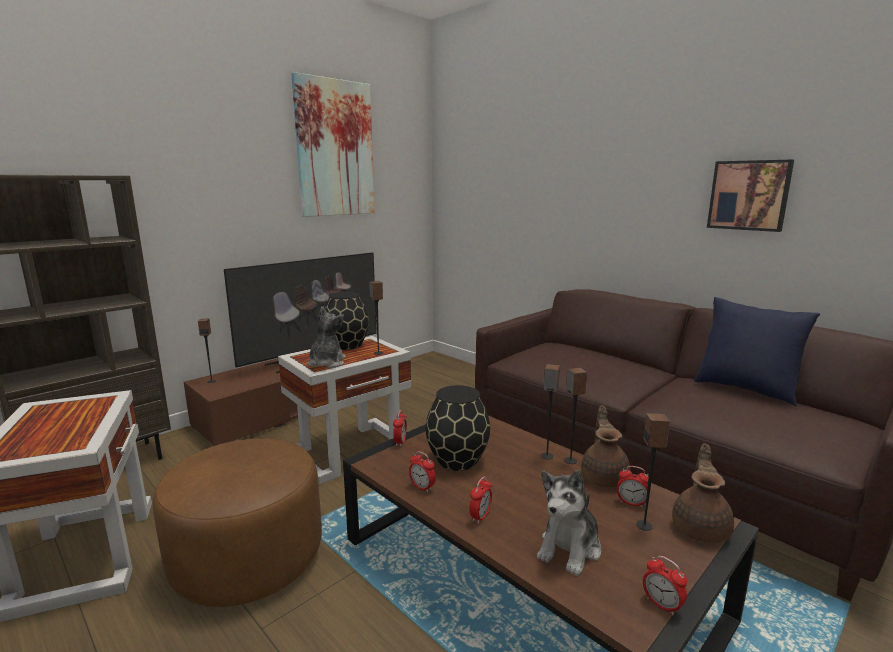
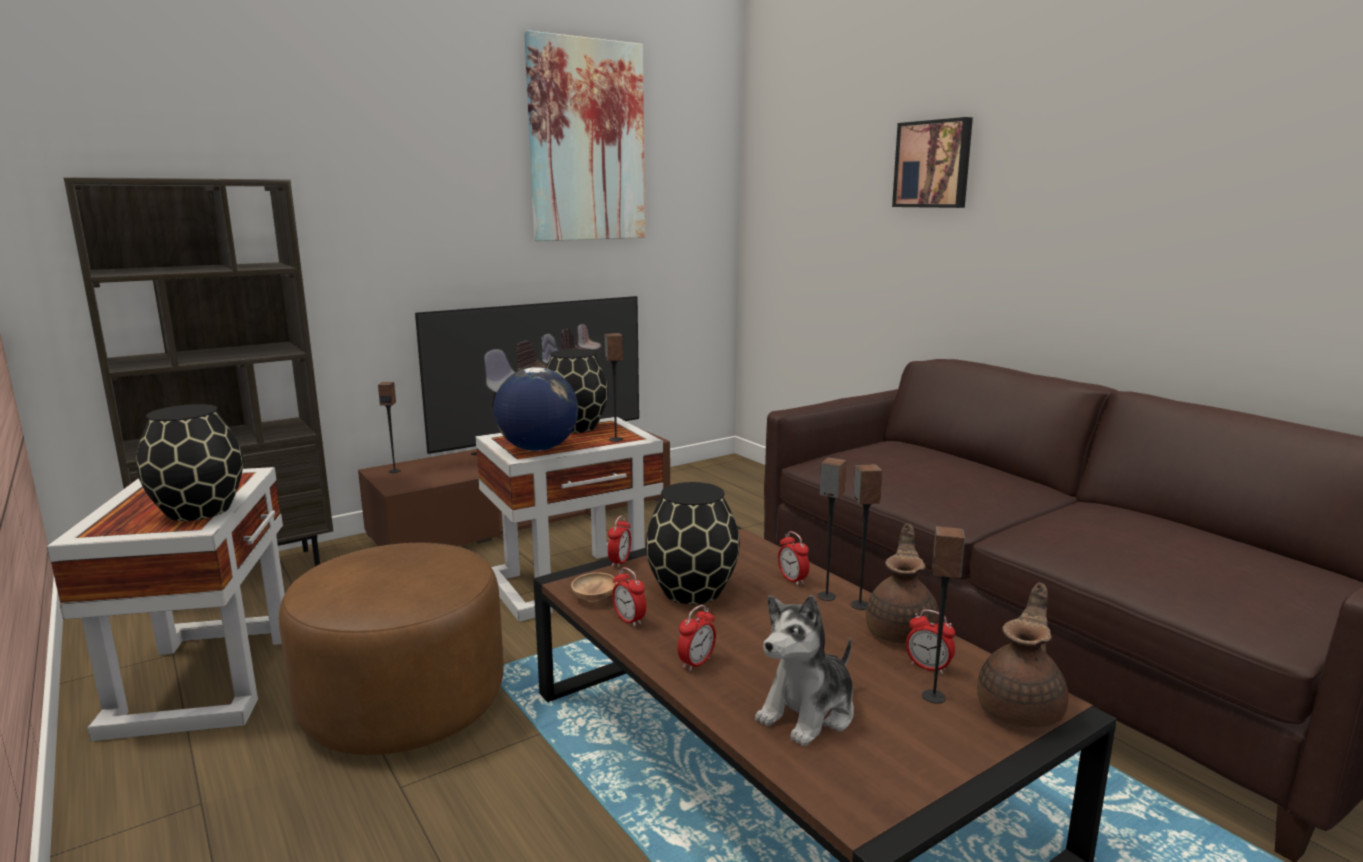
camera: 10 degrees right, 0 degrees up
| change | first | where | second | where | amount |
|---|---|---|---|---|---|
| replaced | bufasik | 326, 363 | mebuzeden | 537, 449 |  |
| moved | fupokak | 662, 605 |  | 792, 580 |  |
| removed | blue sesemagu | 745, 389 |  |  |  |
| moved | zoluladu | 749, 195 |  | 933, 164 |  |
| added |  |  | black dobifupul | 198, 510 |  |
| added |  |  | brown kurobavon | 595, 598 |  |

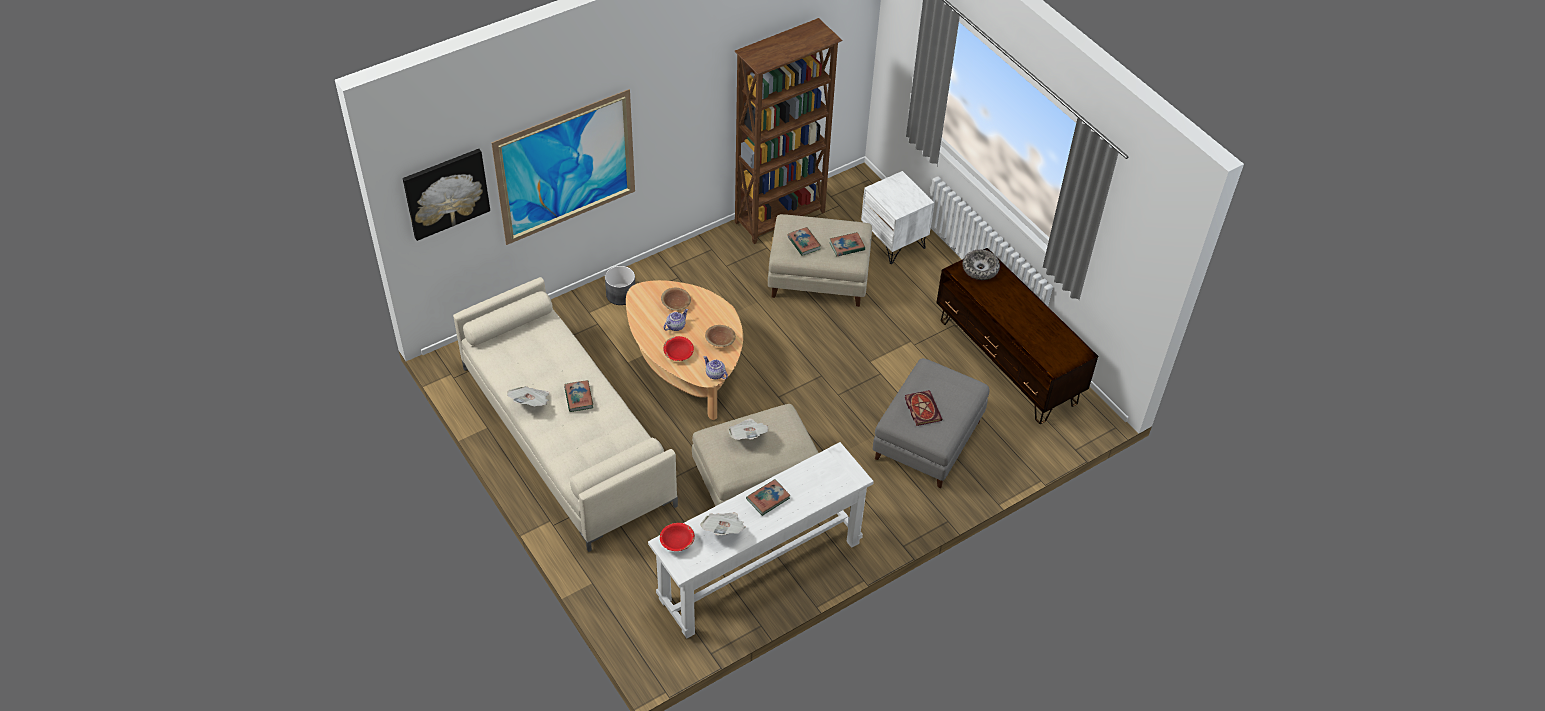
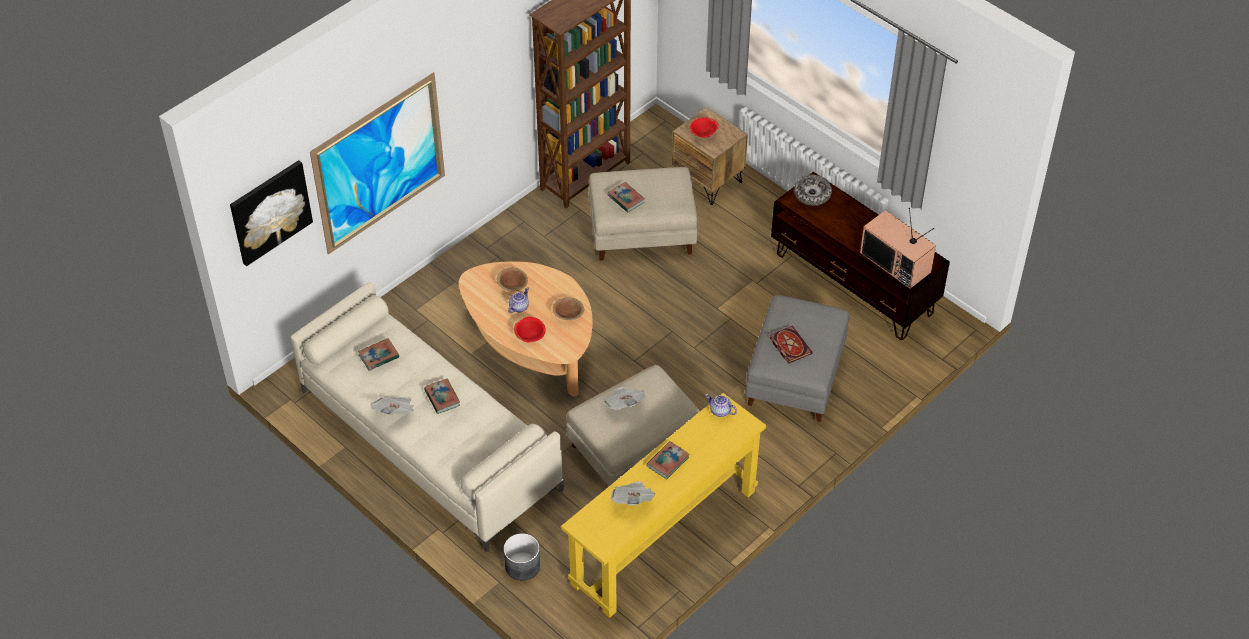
camera: 10 degrees left, 0 degrees up
| change | first | where | second | where | amount |
|---|---|---|---|---|---|
| moved | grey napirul | 620, 294 |  | 522, 565 |  |
| recoloured | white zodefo | 760, 570 | yellow zodefo | 664, 537 |  |
| moved | red kurobavon | 677, 542 |  | 704, 133 |  |
| moved | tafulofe | 714, 374 |  | 720, 411 |  |
| moved | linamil | 847, 246 |  | 379, 356 |  |
| recoloured | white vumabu | 894, 241 | brown vumabu | 708, 180 |  |
| added |  |  | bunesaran | 897, 262 |  |

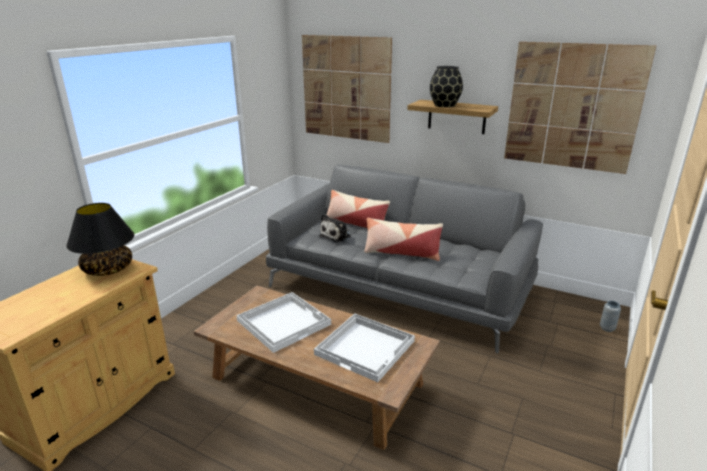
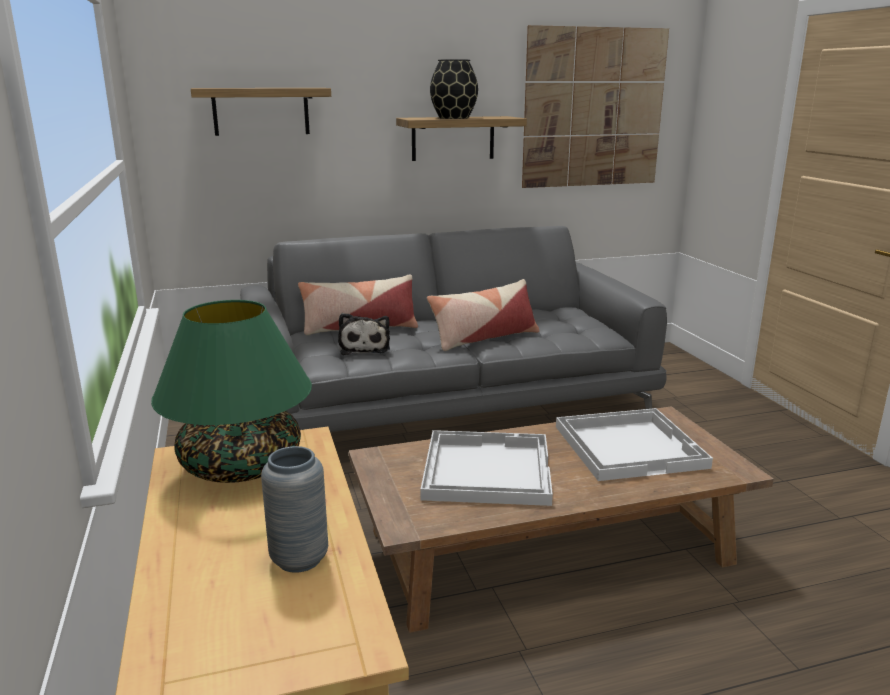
camera: 45 degrees left, 5 degrees down
| change | first | where | second | where | amount |
|---|---|---|---|---|---|
| recoloured | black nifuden | 108, 269 | green nifuden | 242, 465 |  |
| replaced | zoluladu | 346, 88 | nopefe | 261, 111 |  |
| moved | grey dobifupul | 607, 328 |  | 299, 559 |  |

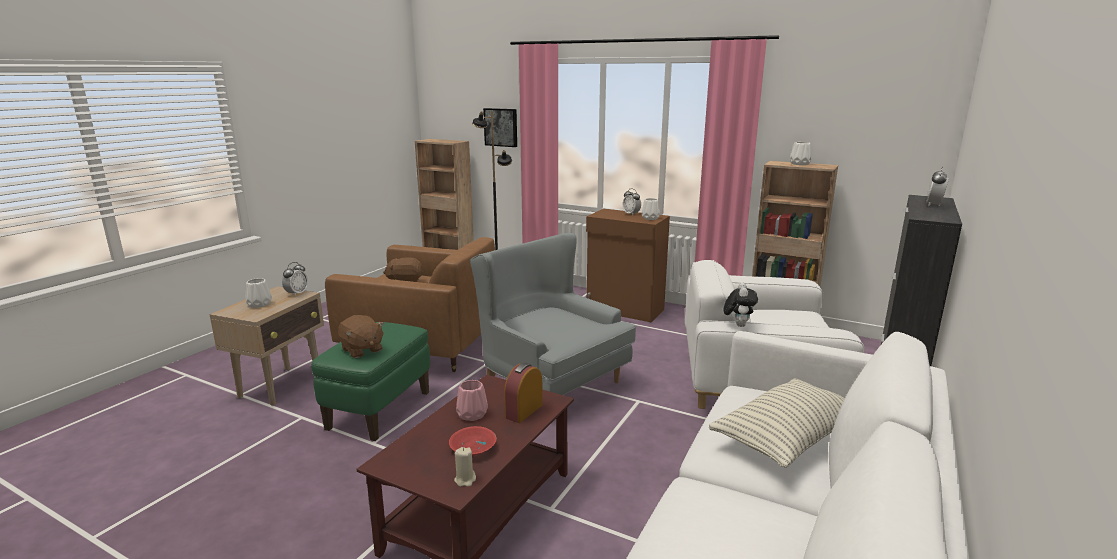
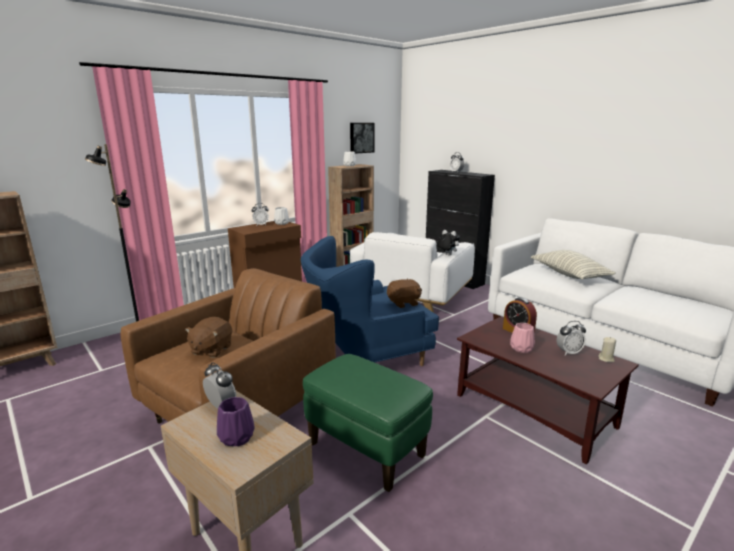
camera: 70 degrees left, 0 degrees up
| change | first | where | second | where | amount |
|---|---|---|---|---|---|
| recoloured | white dobifupul | 259, 304 | purple dobifupul | 237, 437 |  |
| moved | brown bufasik | 362, 350 |  | 404, 303 |  |
| replaced | red kurobavon | 474, 449 | fupokak | 568, 352 |  |
| recoloured | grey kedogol | 549, 381 | blue kedogol | 366, 356 |  |
| moved | zoluladu | 501, 127 |  | 361, 137 |  |

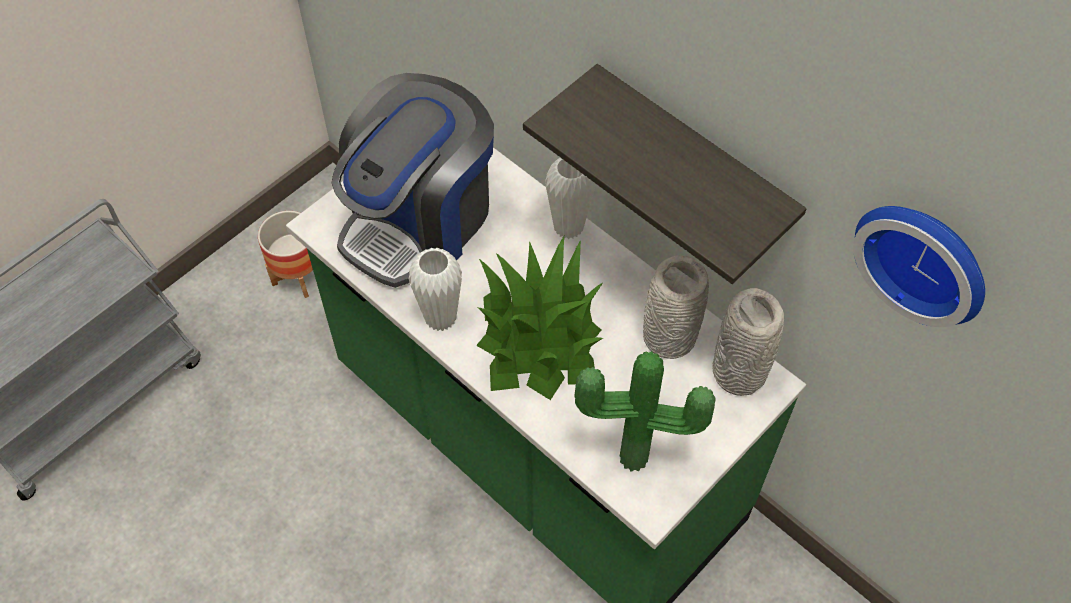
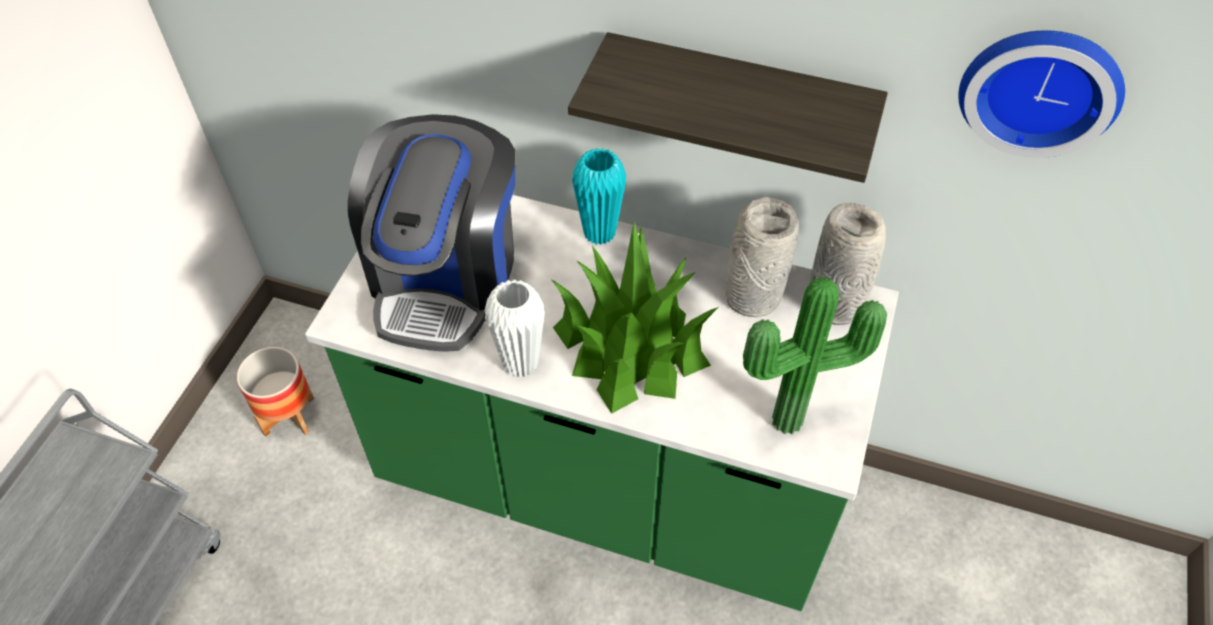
camera: 25 degrees left, 5 degrees down
| change | first | where | second | where | amount |
|---|---|---|---|---|---|
| recoloured | white dobifupul | 568, 227 | turquoise dobifupul | 599, 233 |  |

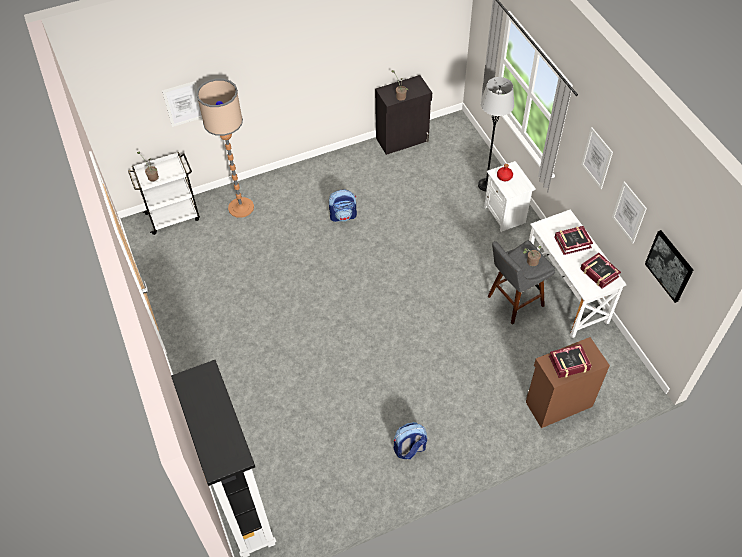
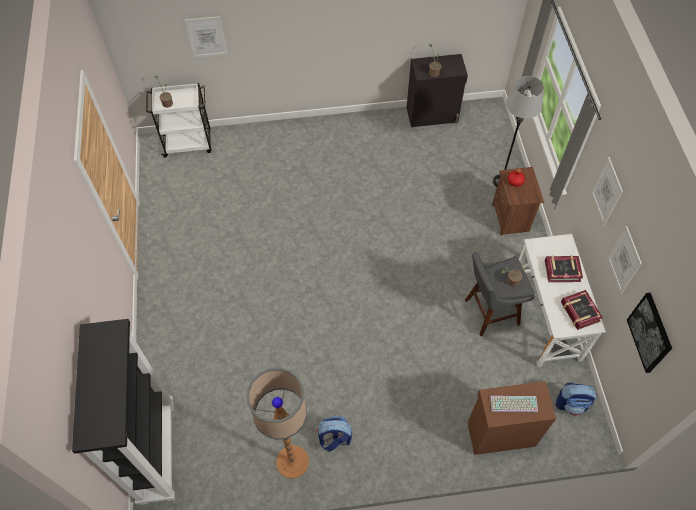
camera: 15 degrees right, 5 degrees up
| change | first | where | second | where | amount |
|---|---|---|---|---|---|
| moved | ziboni | 241, 207 |  | 292, 461 |  |
| moved | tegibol | 343, 216 |  | 571, 404 |  |
| recoloured | white vumabu | 505, 215 | brown vumabu | 511, 218 |  |
| replaced | linamil | 569, 363 | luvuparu | 513, 405 |  |

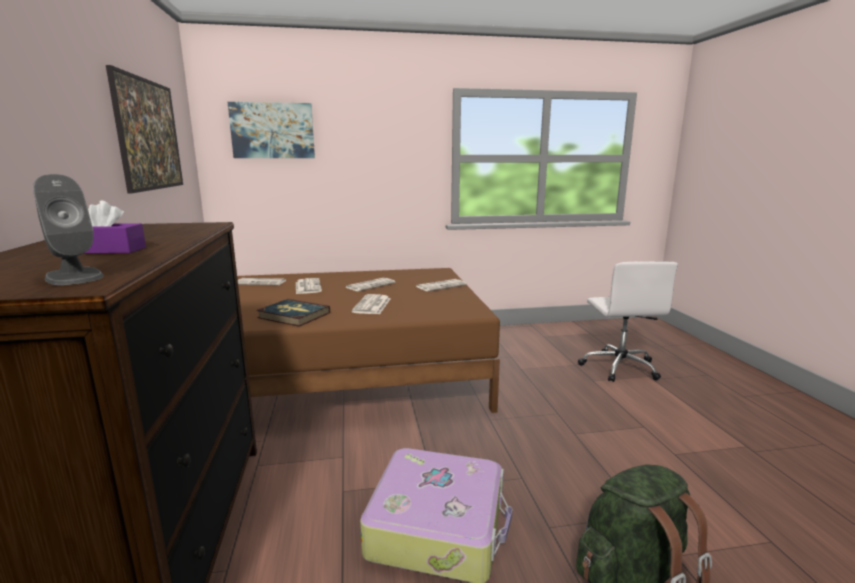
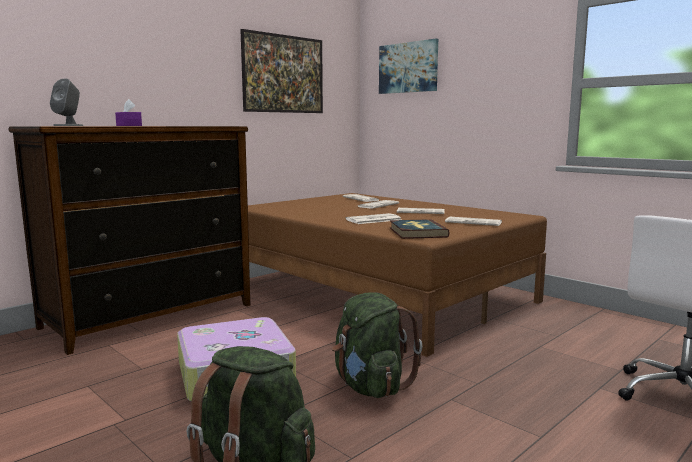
camera: 55 degrees right, 5 degrees down
| change | first | where | second | where | amount |
|---|---|---|---|---|---|
| moved | linamil | 293, 315 |  | 417, 232 |  |
| added |  |  | green tegibol | 370, 386 |  |

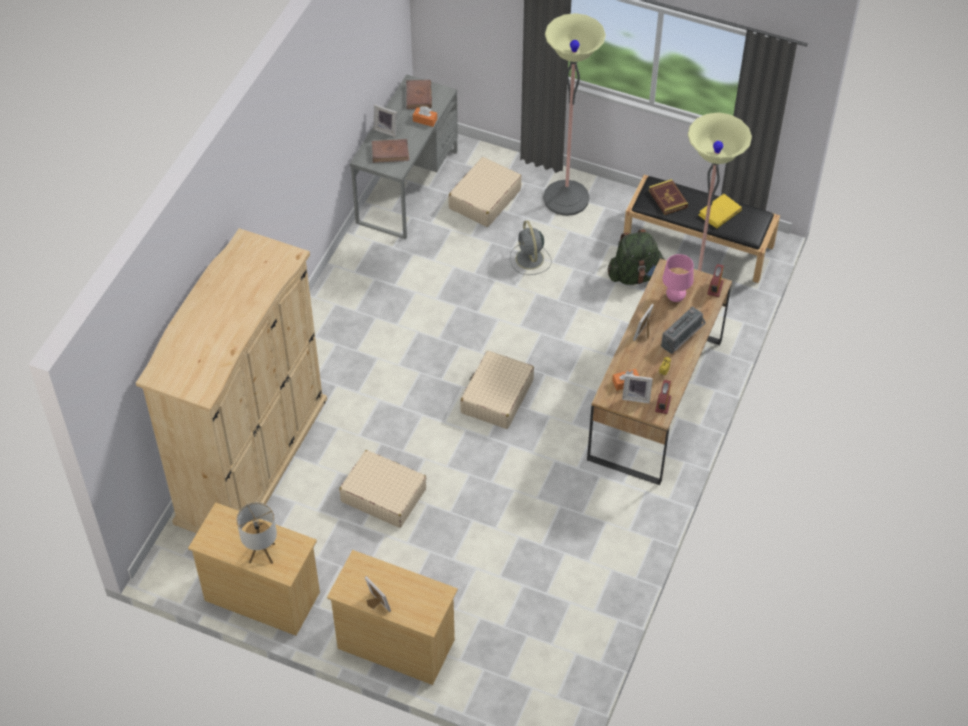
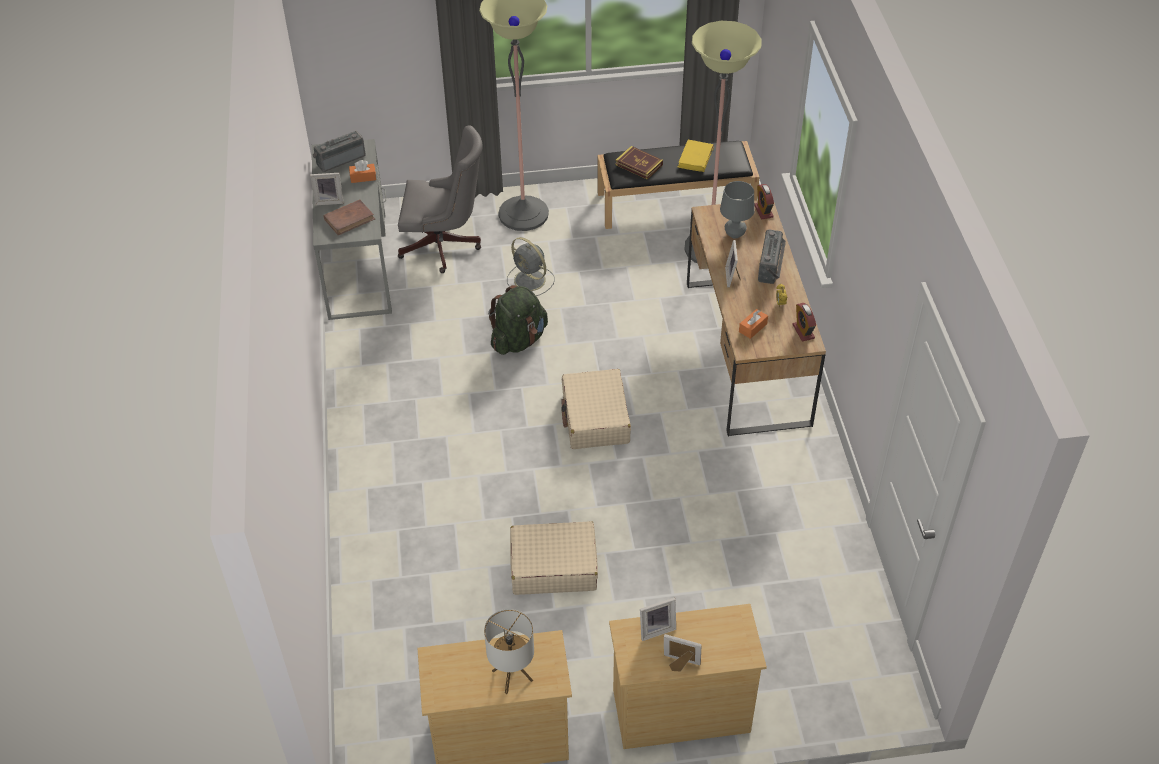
camera: 30 degrees left, 5 degrees down
| change | first | where | second | where | amount |
|---|---|---|---|---|---|
| removed | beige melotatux | 251, 460 |  |  |  |
| replaced | brown linamil | 418, 96 | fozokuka | 340, 159 |  |
| replaced | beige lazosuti | 484, 199 | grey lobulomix | 444, 246 |  |
| moved | green tegibol | 634, 275 |  | 519, 340 |  |
| moved | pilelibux | 636, 396 |  | 656, 628 |  |
| recoloured | pink nifuden | 675, 297 | grey nifuden | 734, 234 |  |

